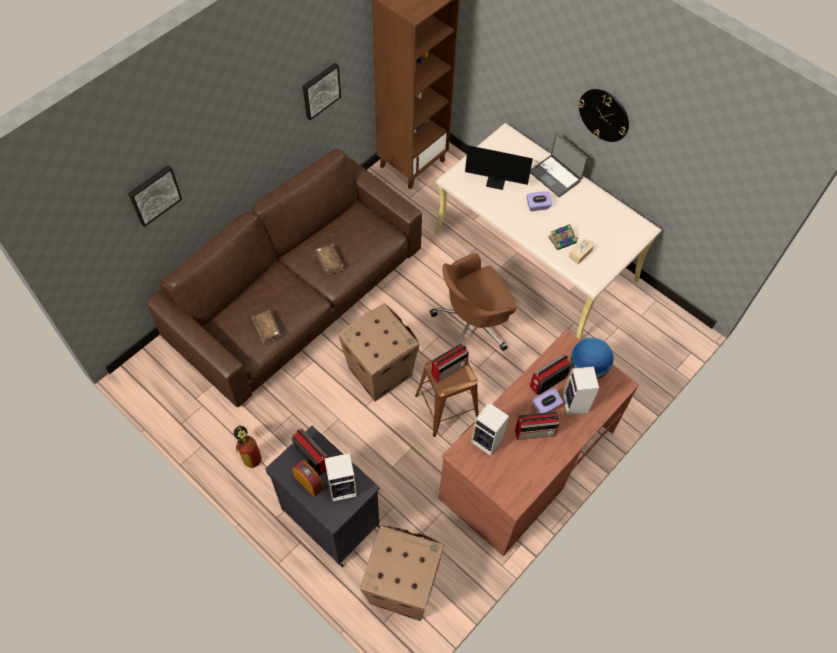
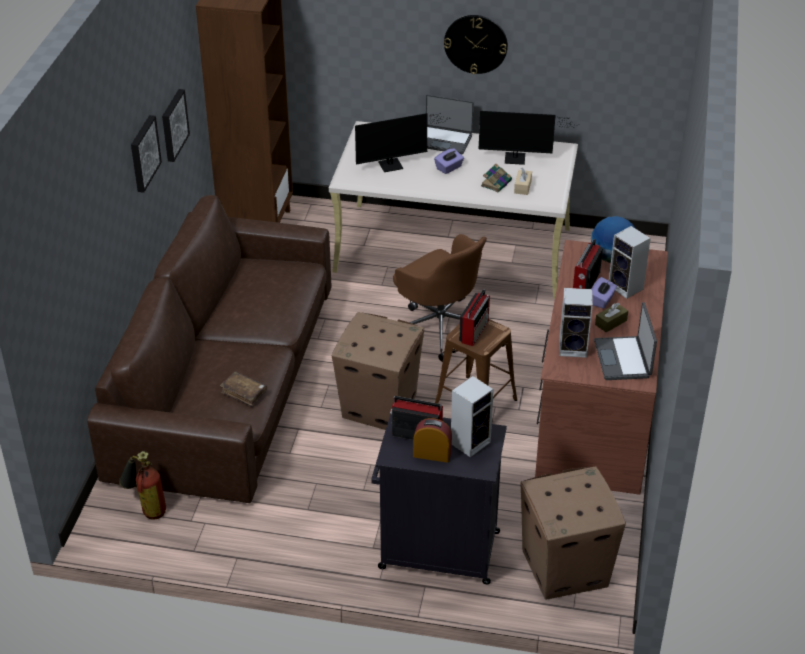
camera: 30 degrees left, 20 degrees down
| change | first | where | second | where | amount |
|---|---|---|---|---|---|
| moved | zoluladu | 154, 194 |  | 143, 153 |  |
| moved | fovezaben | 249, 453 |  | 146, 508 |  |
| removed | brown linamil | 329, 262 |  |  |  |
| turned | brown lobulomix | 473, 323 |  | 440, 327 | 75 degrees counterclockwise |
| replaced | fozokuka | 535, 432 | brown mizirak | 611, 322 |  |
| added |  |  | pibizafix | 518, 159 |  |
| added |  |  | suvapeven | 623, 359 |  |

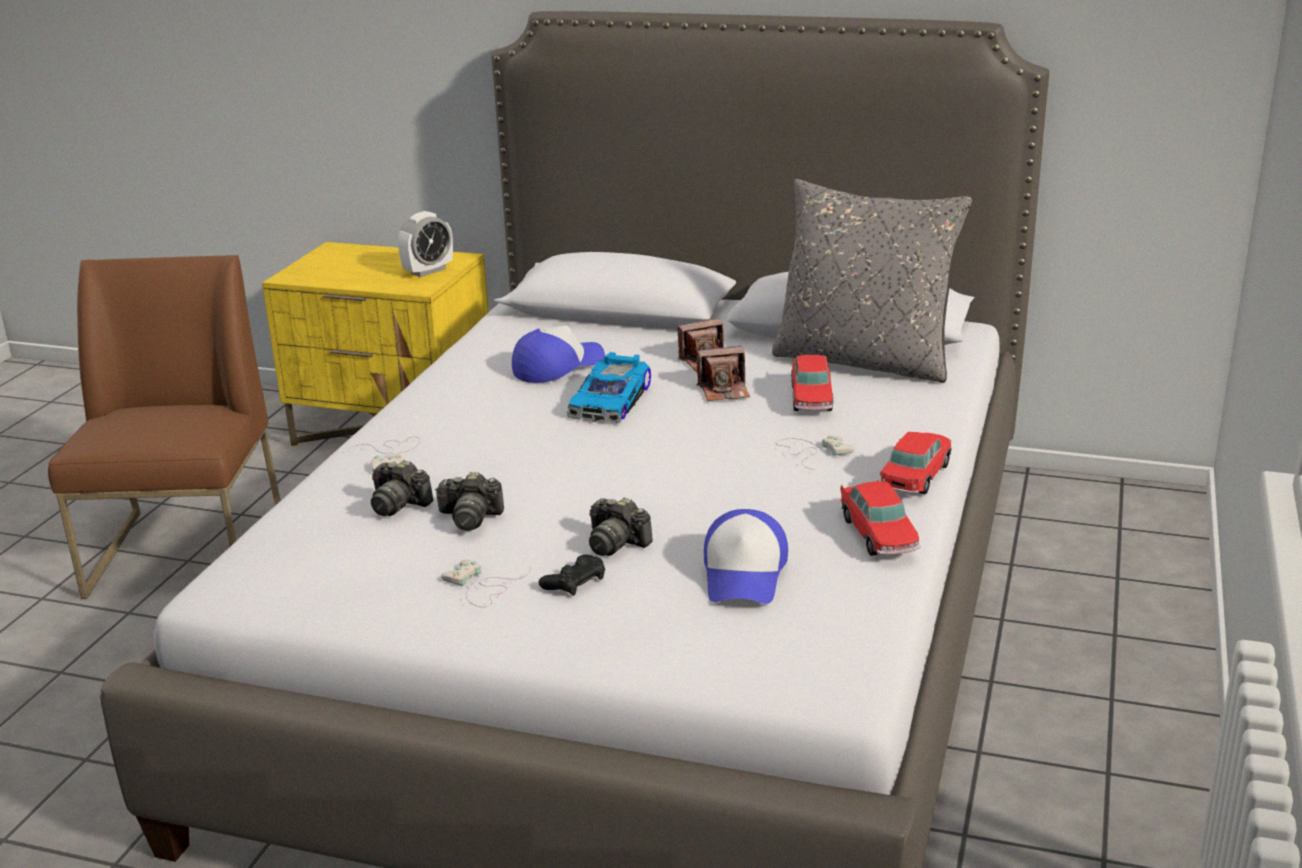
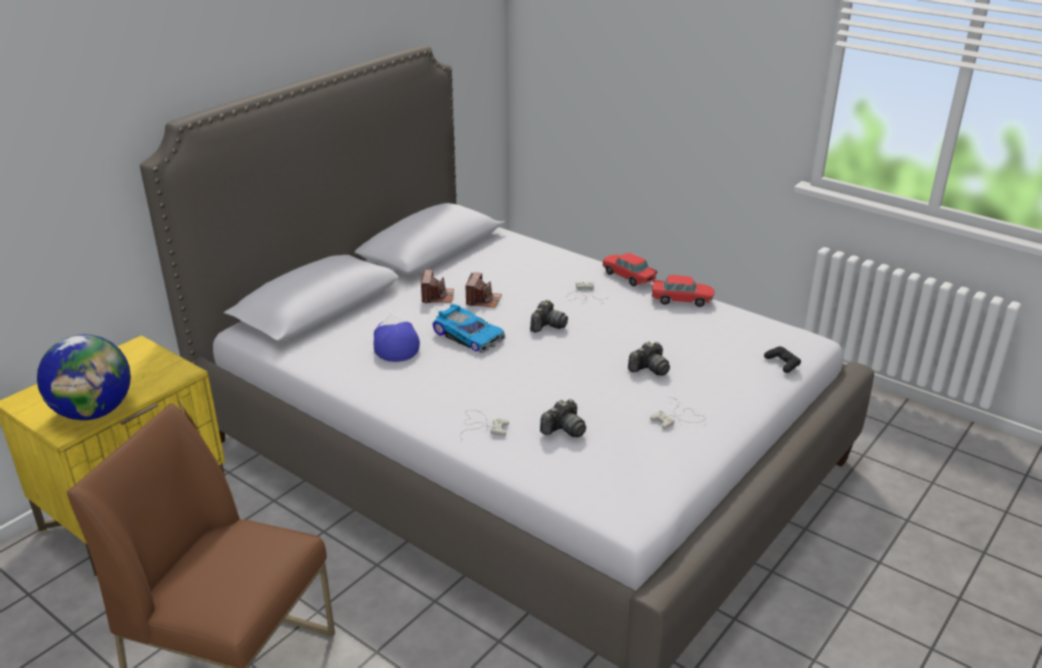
camera: 70 degrees left, 5 degrees up
| change | first | where | second | where | amount |
|---|---|---|---|---|---|
| removed | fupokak | 428, 271 |  |  |  |
| moved | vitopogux | 470, 518 |  | 547, 325 |  |
| moved | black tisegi | 574, 582 |  | 782, 363 |  |
| removed | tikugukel | 744, 574 |  |  |  |
| removed | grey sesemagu | 864, 361 |  |  |  |
| removed | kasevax | 811, 398 |  |  |  |
| added |  |  | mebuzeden | 94, 412 |  |

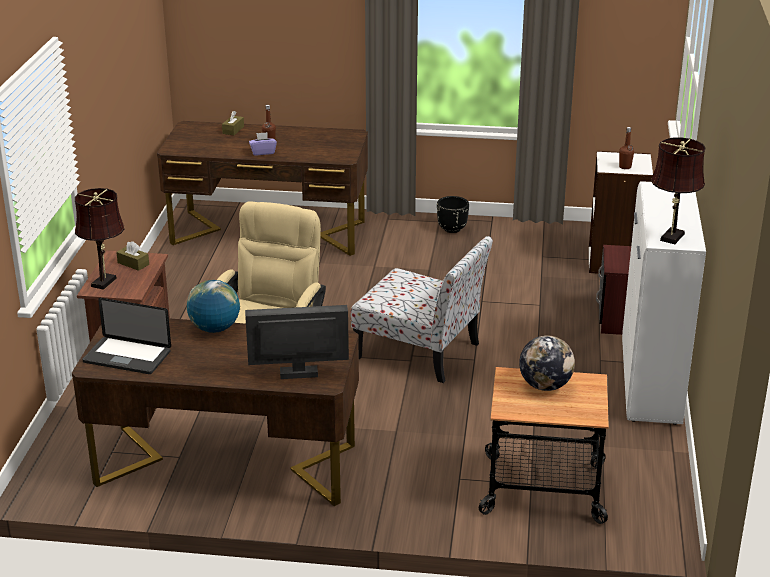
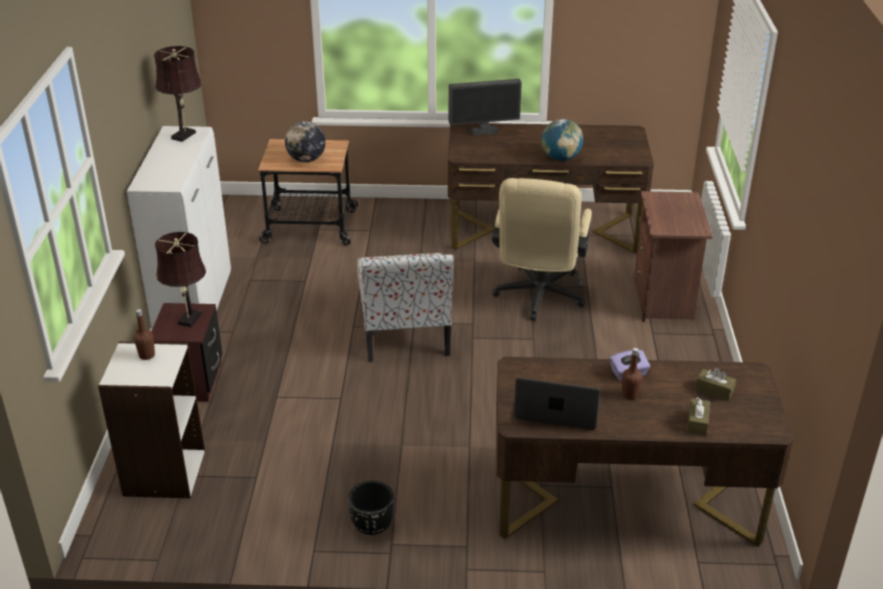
camera: 175 degrees right, 5 degrees up
| change | first | where | second | where | amount |
|---|---|---|---|---|---|
| moved | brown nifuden | 105, 281 |  | 188, 320 |  |
| moved | suvapeven | 127, 357 |  | 557, 410 |  |
| moved | brown mizirak | 133, 264 |  | 714, 390 |  |
| turned | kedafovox | 420, 351 |  | 405, 332 | 120 degrees counterclockwise |

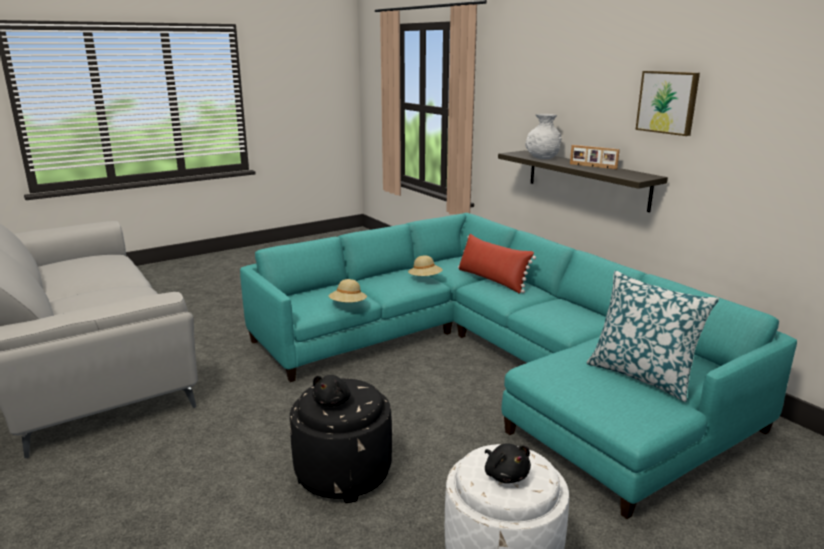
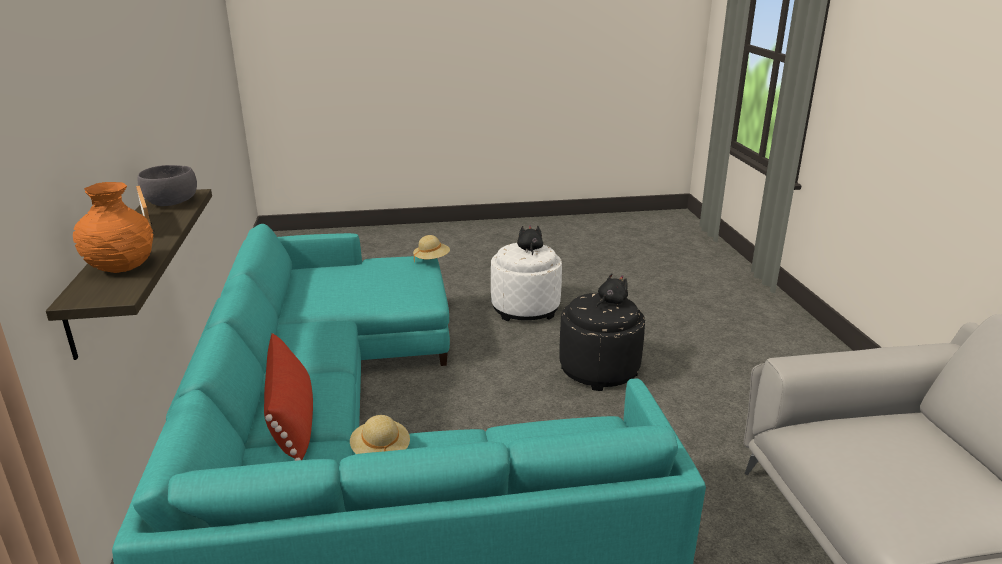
camera: 155 degrees left, 5 degrees up
| change | first | where | second | where | amount |
|---|---|---|---|---|---|
| moved | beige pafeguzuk | 348, 305 |  | 431, 259 |  |
| recoloured | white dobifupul | 542, 157 | orange dobifupul | 123, 267 |  |
| removed | sesemagu | 642, 376 |  |  |  |
| removed | zoluladu | 668, 102 |  |  |  |
| added |  |  | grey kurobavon | 172, 202 |  |

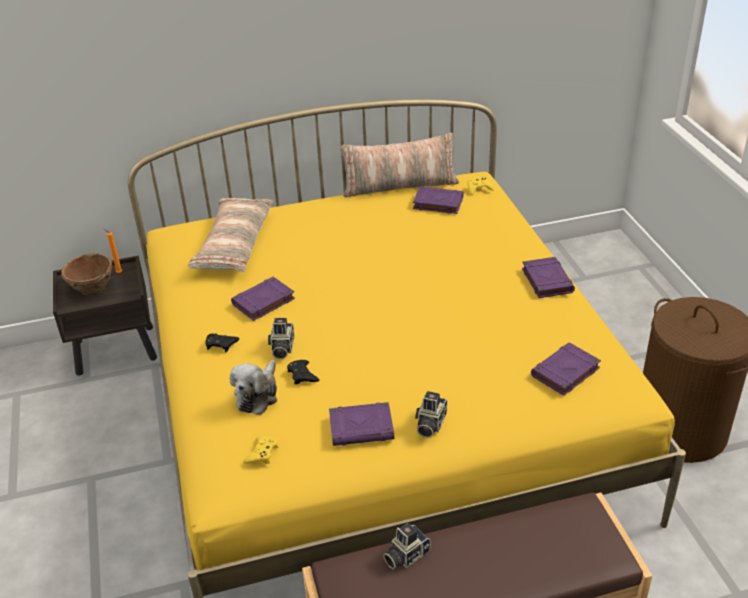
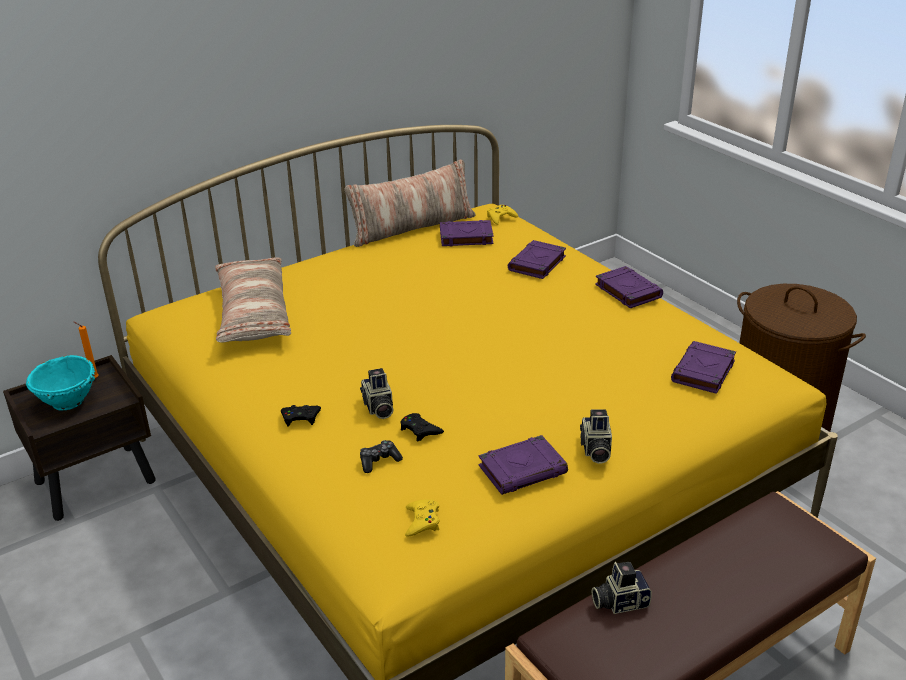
camera: 20 degrees left, 5 degrees down
| change | first | where | second | where | amount |
|---|---|---|---|---|---|
| recoloured | brown kurobavon | 92, 289 | turquoise kurobavon | 68, 402 |  |
| replaced | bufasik | 258, 394 | tisegi | 379, 461 |  |
| moved | purple linamil | 263, 302 |  | 537, 264 |  |
| turned | vitopogux | 405, 555 |  | 619, 601 | 45 degrees clockwise |

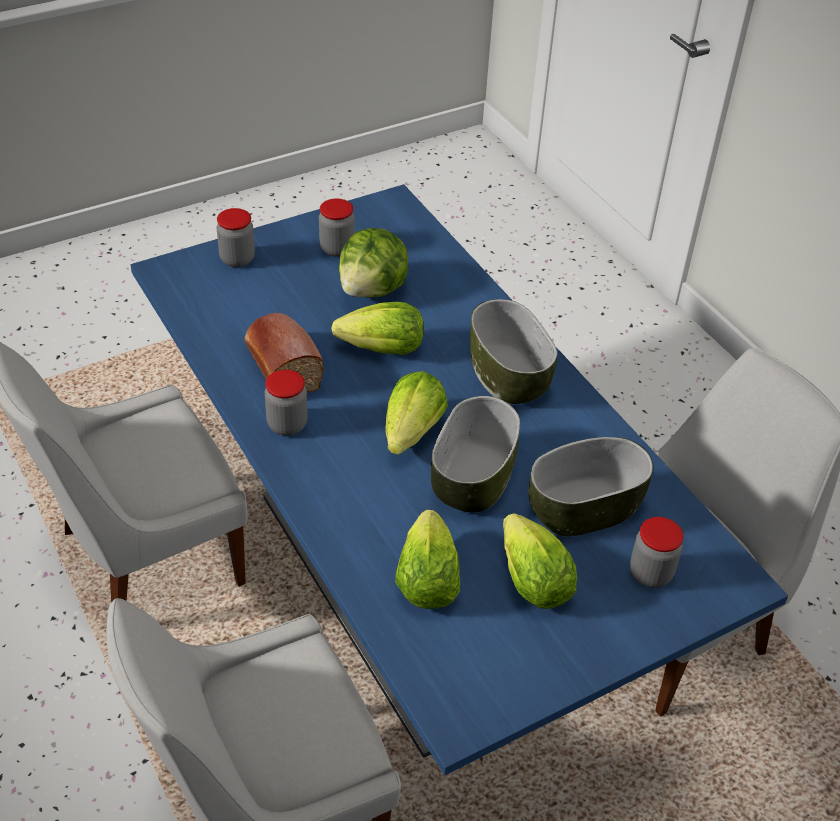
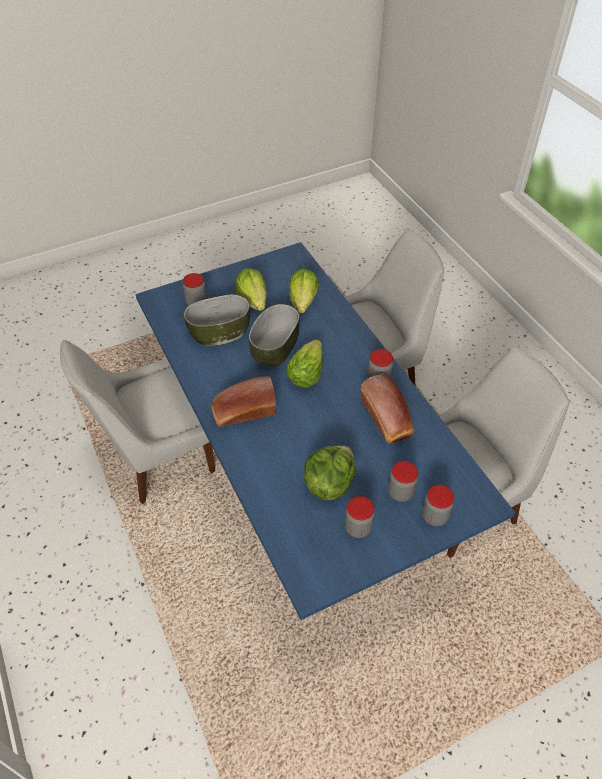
camera: 175 degrees left, 5 degrees up
| change | first | where | second | where | amount |
|---|---|---|---|---|---|
| removed | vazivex | 383, 349 |  |  |  |
| replaced | kurobavon | 509, 375 | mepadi | 242, 411 |  |
| added |  |  | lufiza | 400, 492 |  |

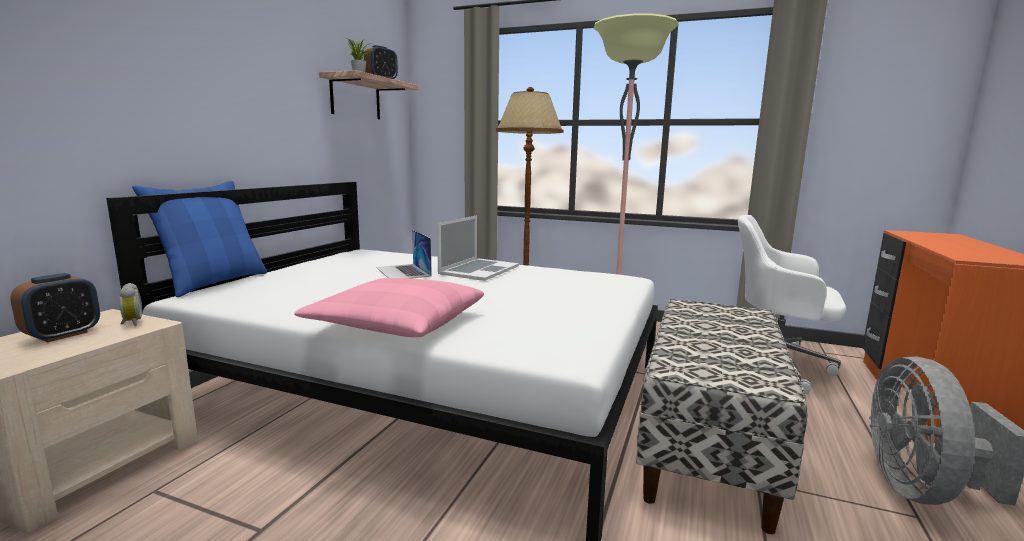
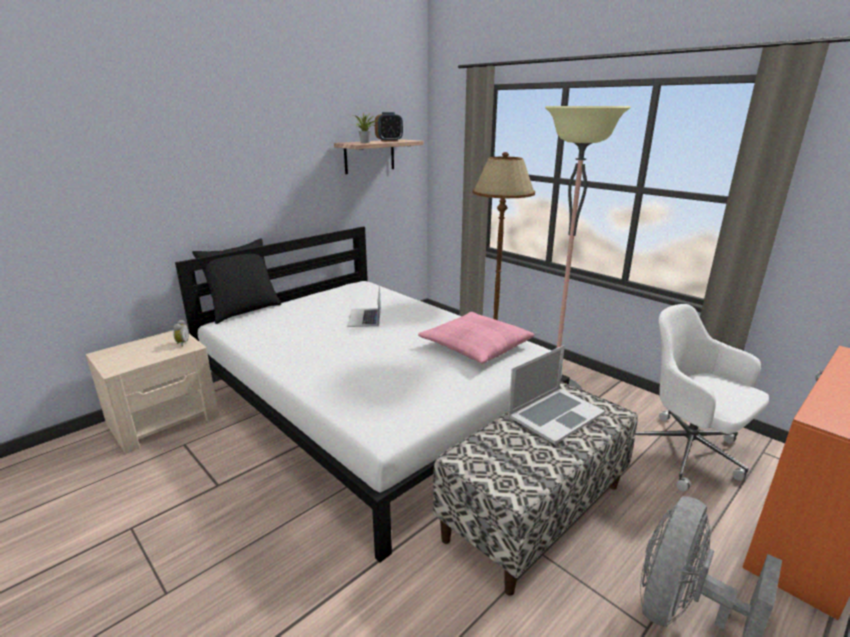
camera: 25 degrees right, 10 degrees up
| change | first | where | second | where | amount |
|---|---|---|---|---|---|
| removed | fupokak | 63, 335 |  |  |  |
| recoloured | blue sesemagu | 214, 282 | black sesemagu | 244, 311 |  |
| moved | pink sesemagu | 397, 323 |  | 475, 346 |  |
| moved | suvapeven | 479, 270 |  | 555, 414 |  |

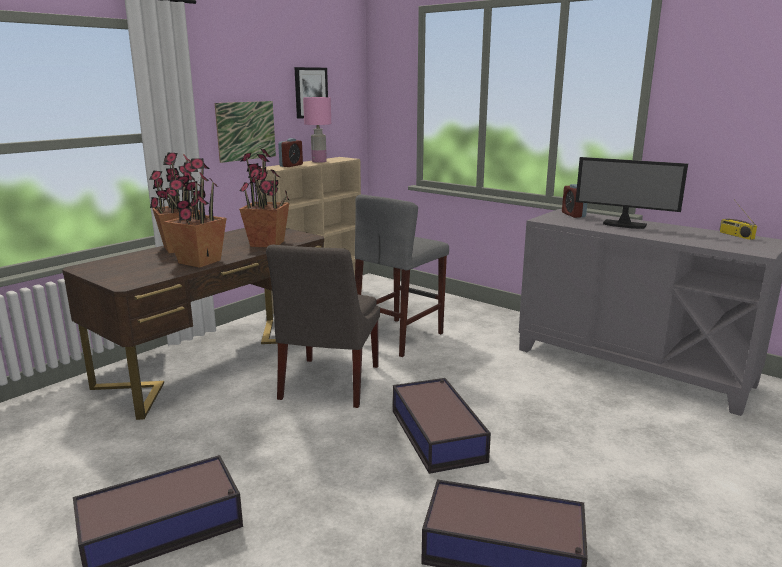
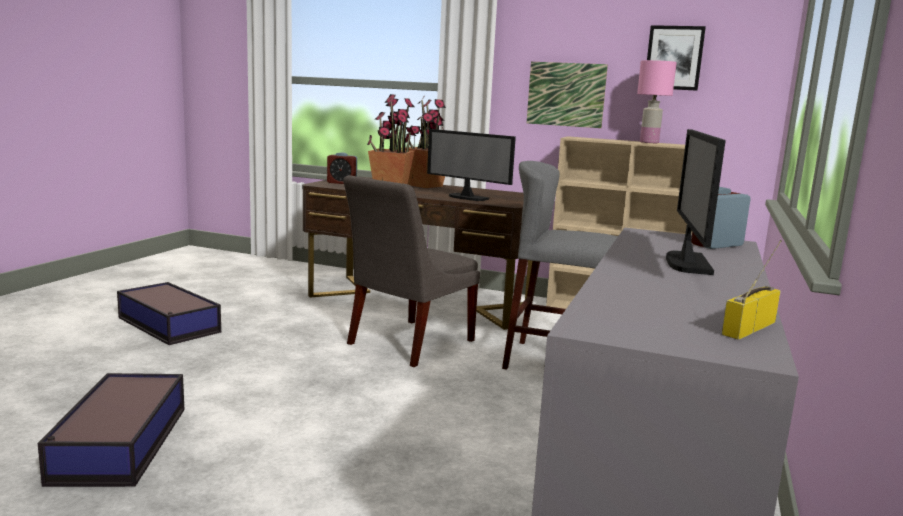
camera: 70 degrees right, 5 degrees down
| change | first | where | second | where | amount |
|---|---|---|---|---|---|
| replaced | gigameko | 267, 244 | pibizafix | 467, 198 |  |
| turned | grey kedafovox | 328, 384 |  | 407, 343 | 45 degrees counterclockwise |
| moved | fupokak | 291, 165 |  | 342, 183 |  |
| removed | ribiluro | 437, 434 |  |  |  |

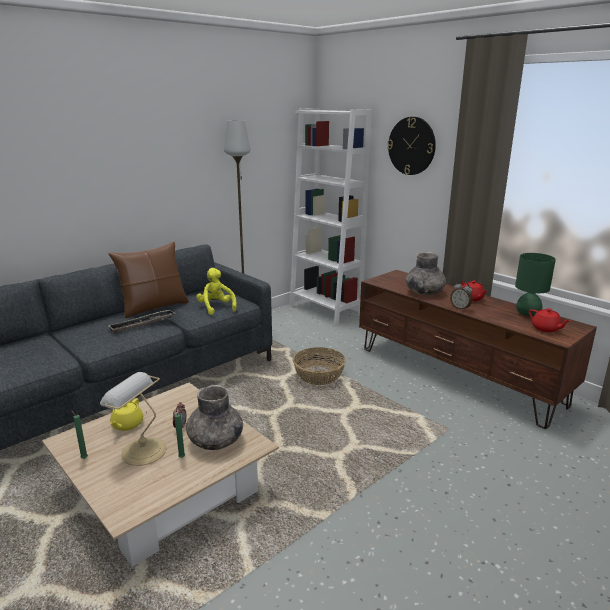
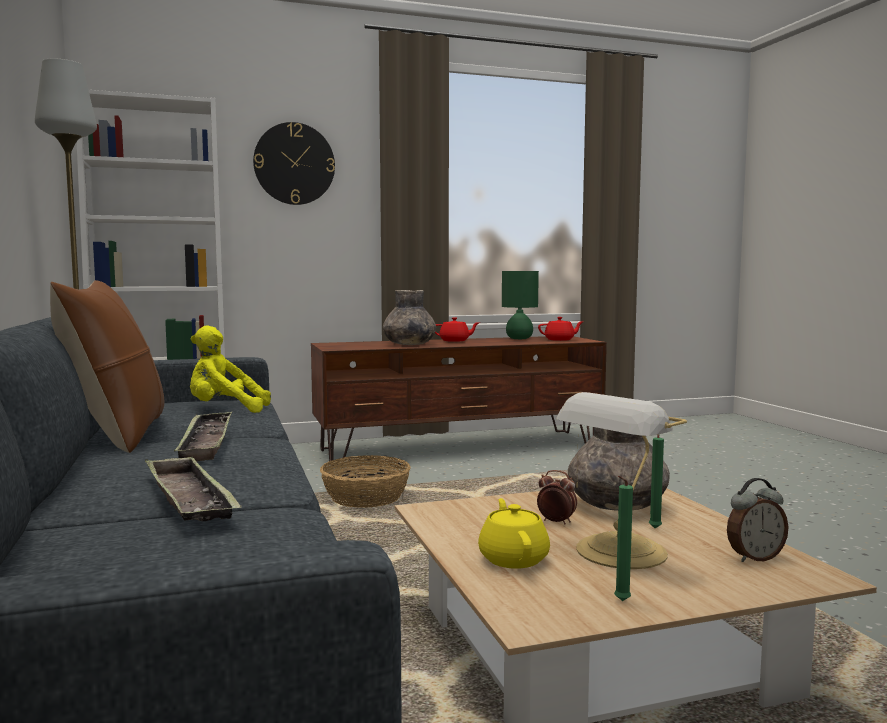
camera: 65 degrees left, 15 degrees down
| change | first | where | second | where | amount |
|---|---|---|---|---|---|
| turned | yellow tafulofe | 127, 425 |  | 513, 558 | 135 degrees counterclockwise |
| moved | fupokak | 460, 308 |  | 754, 558 |  |
| added |  |  | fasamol | 189, 499 |  |

